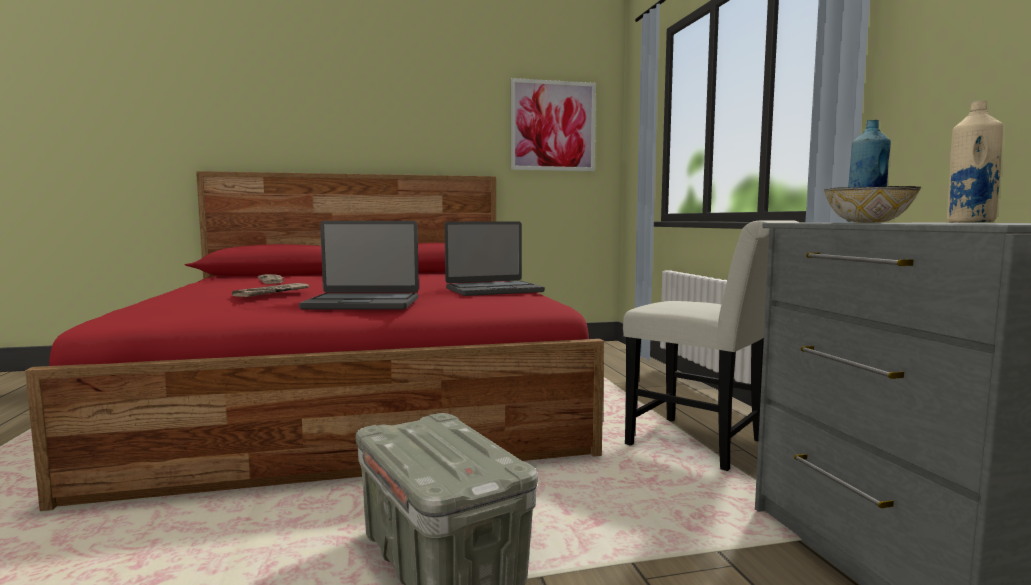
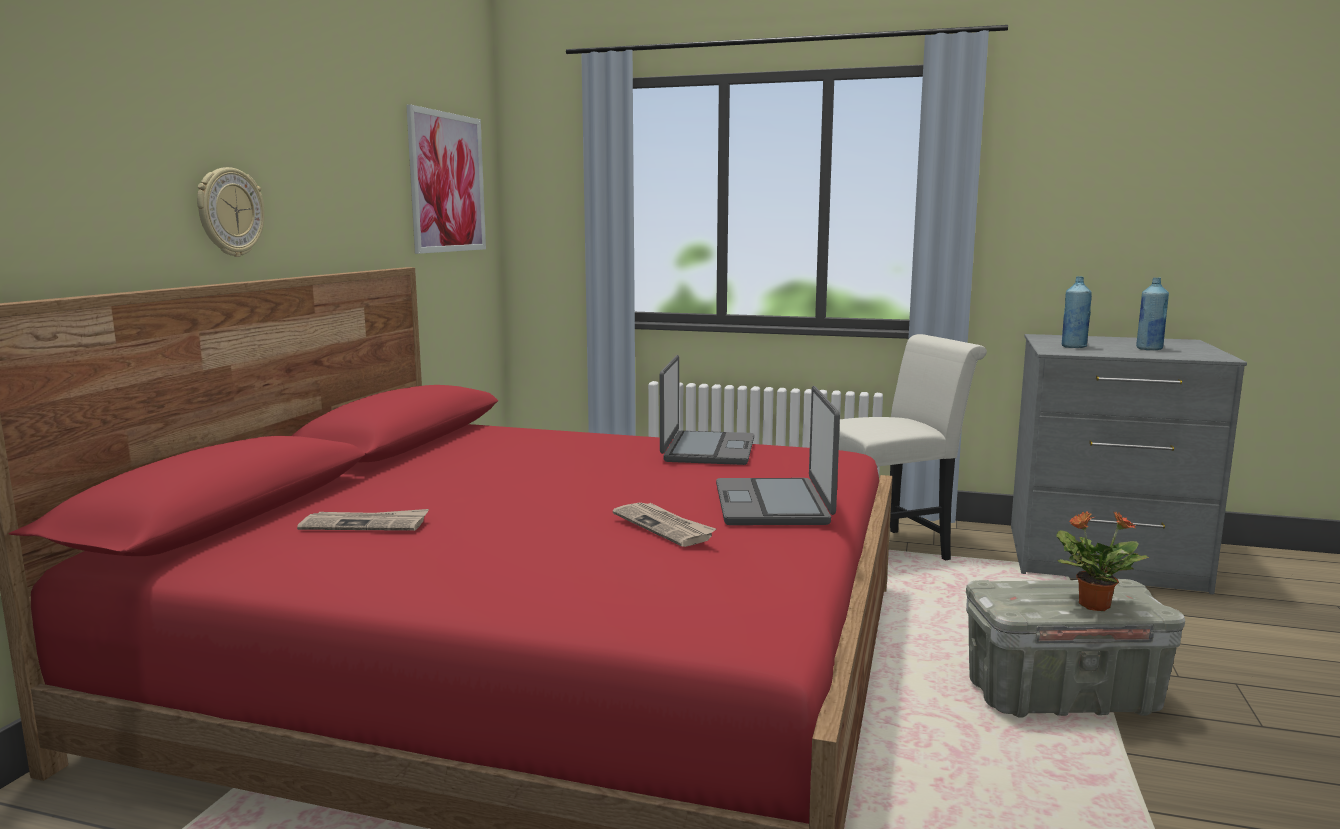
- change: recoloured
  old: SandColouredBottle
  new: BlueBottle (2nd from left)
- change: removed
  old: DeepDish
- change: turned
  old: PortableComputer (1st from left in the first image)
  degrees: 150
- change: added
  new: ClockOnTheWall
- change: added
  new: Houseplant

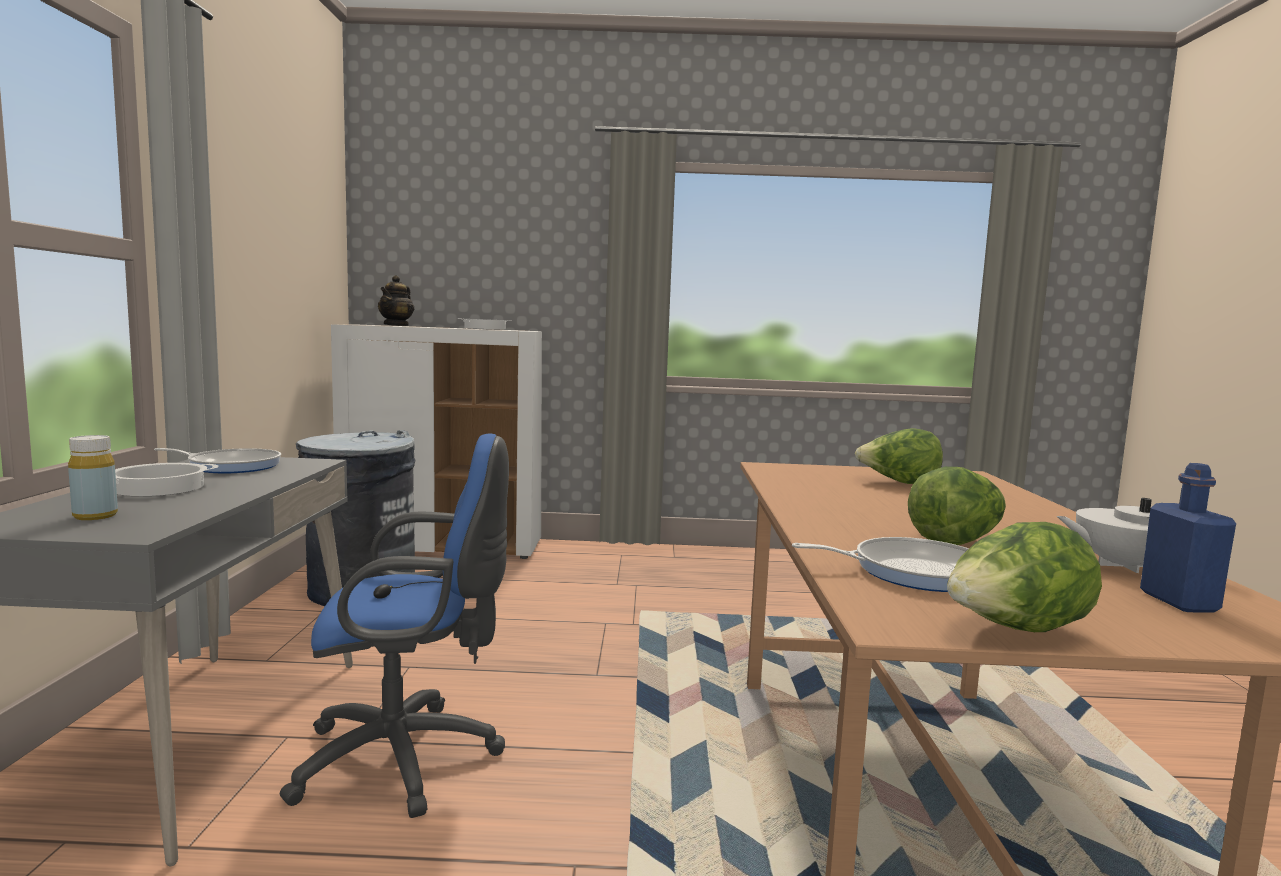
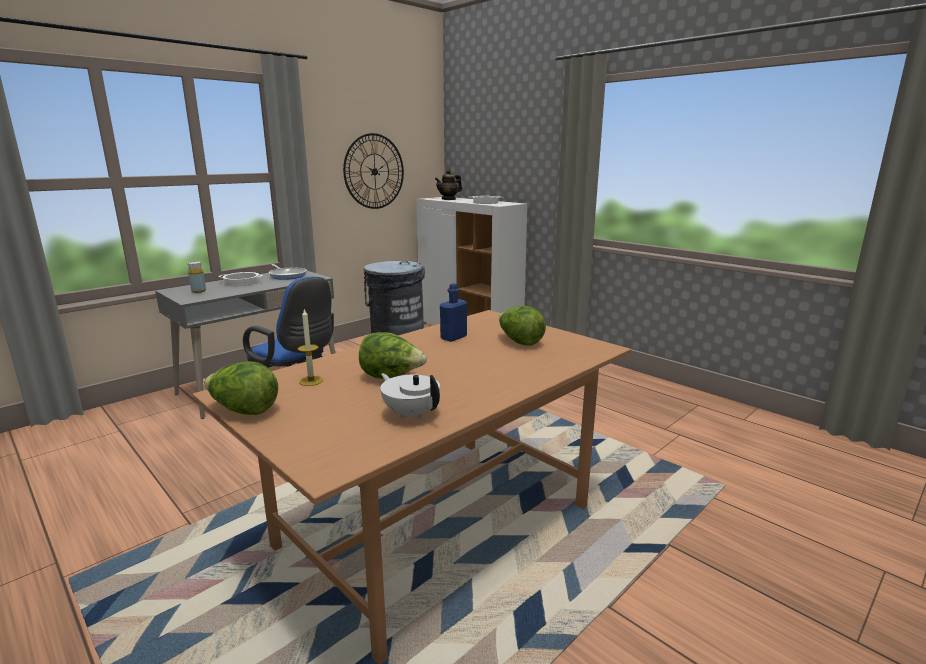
- change: moved
  old: BlueBottle
- change: replaced
  old: FryingPan (2nd from left)
  new: WaxLight
- change: added
  new: ClockOnTheWall

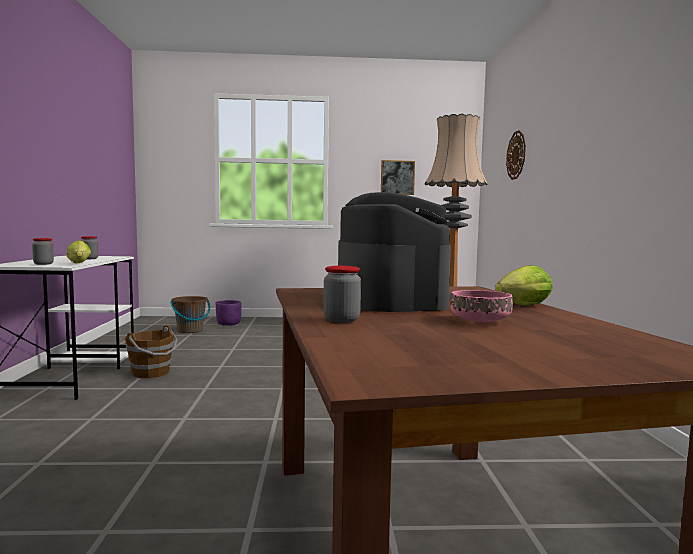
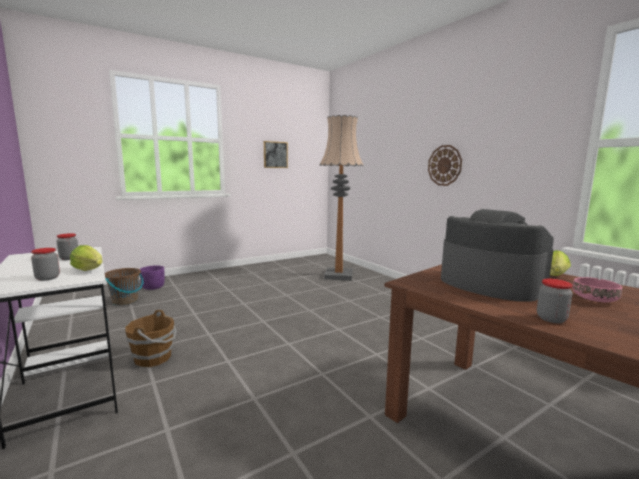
- change: moved
  old: ClockOnTheWall

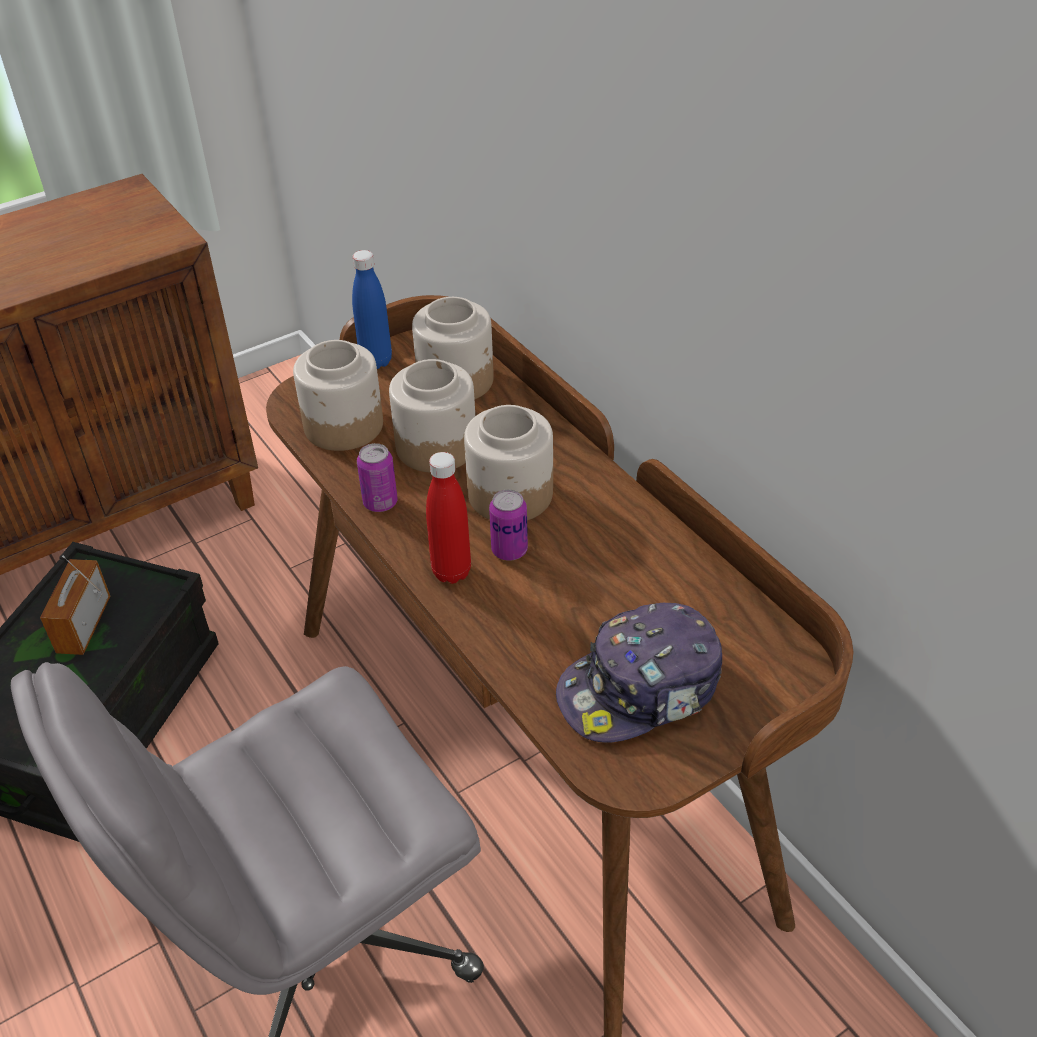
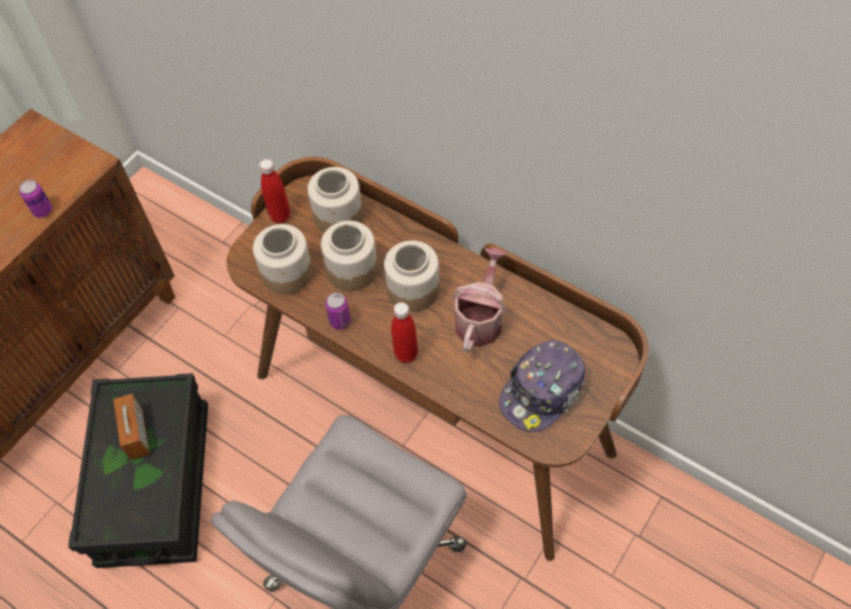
- change: recoloured
  old: BlueBottle
  new: ReddishBottle (1st from left)
- change: moved
  old: MetalCan (2nd from left in the first image)
  new: MetalCan (1st from left)
- change: added
  new: WateringPot

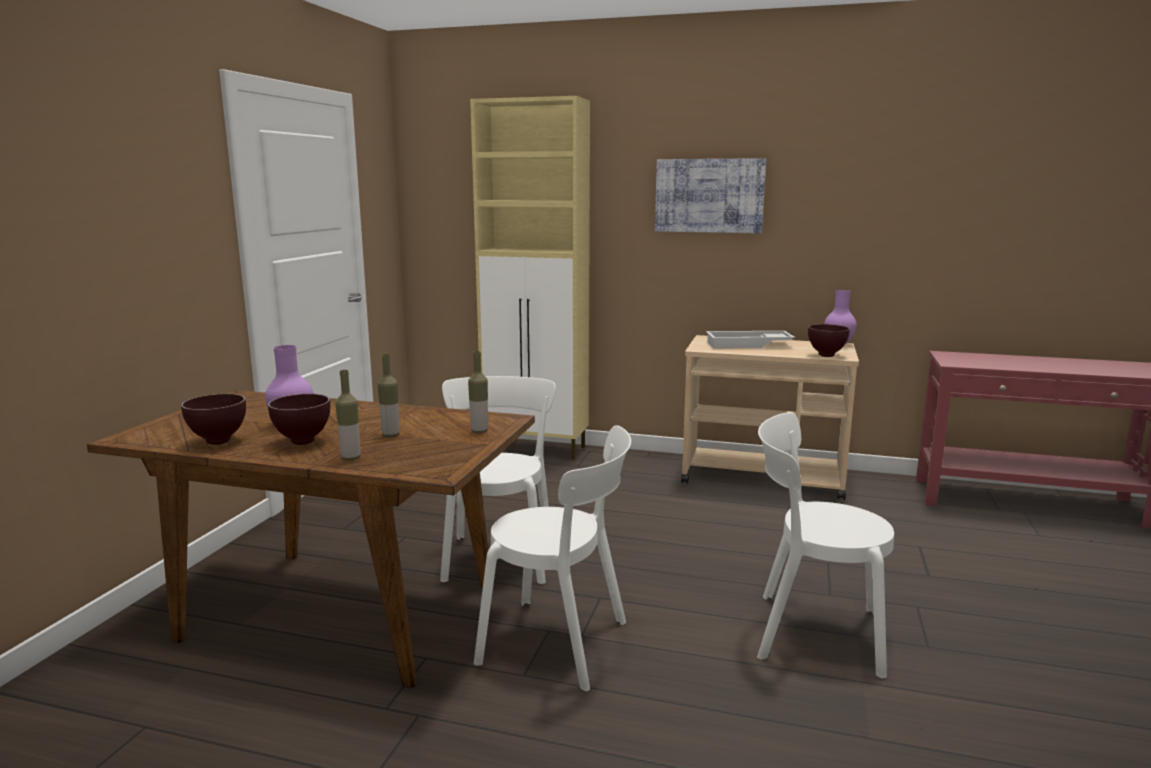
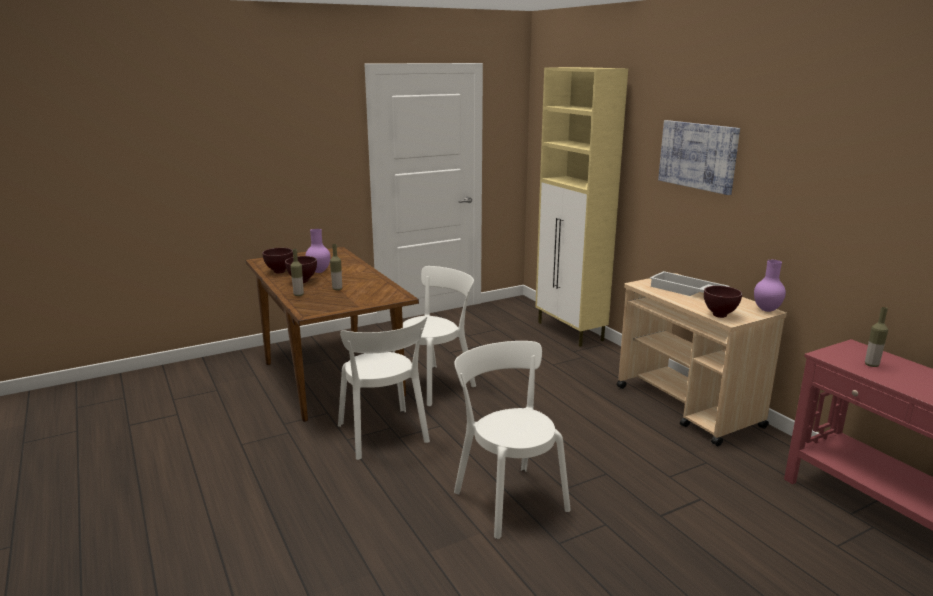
- change: moved
  old: Bottle (3rd from left)

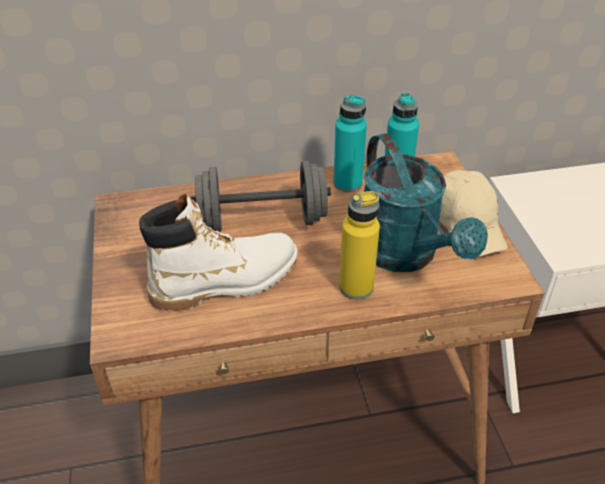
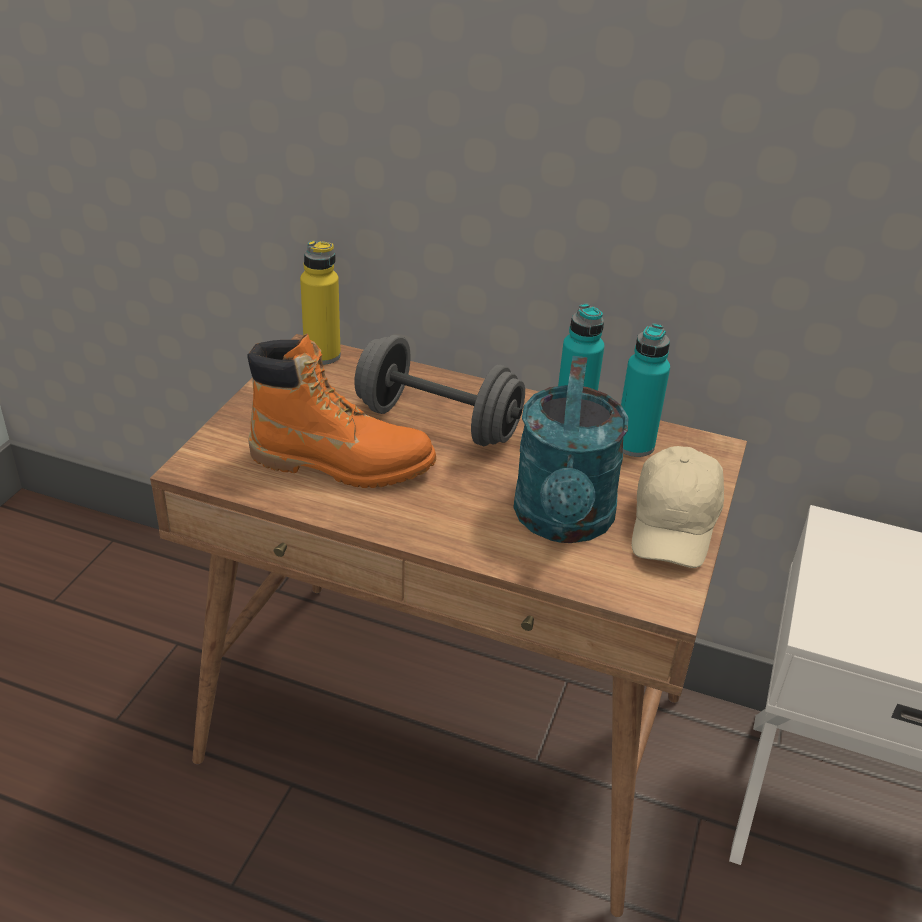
- change: moved
  old: YellowBottle
- change: recoloured
  old: WhiteTallBoot
  new: OrangeColouredTallBoot

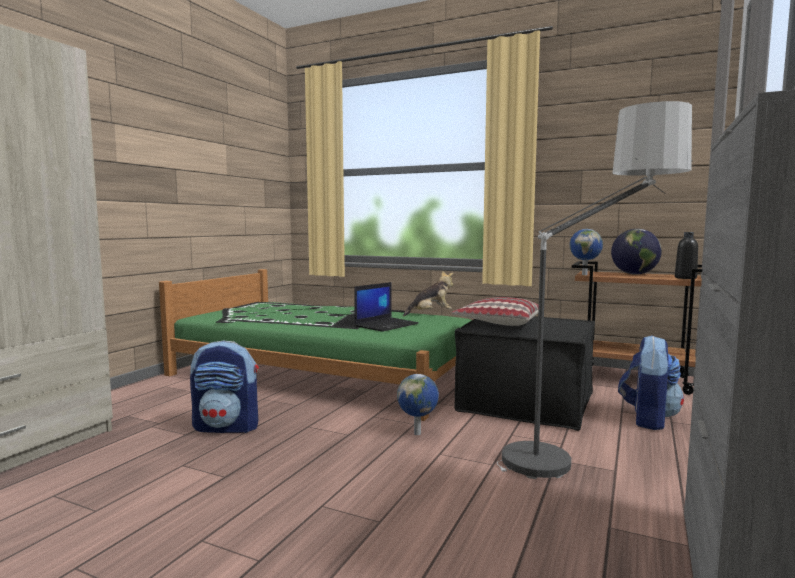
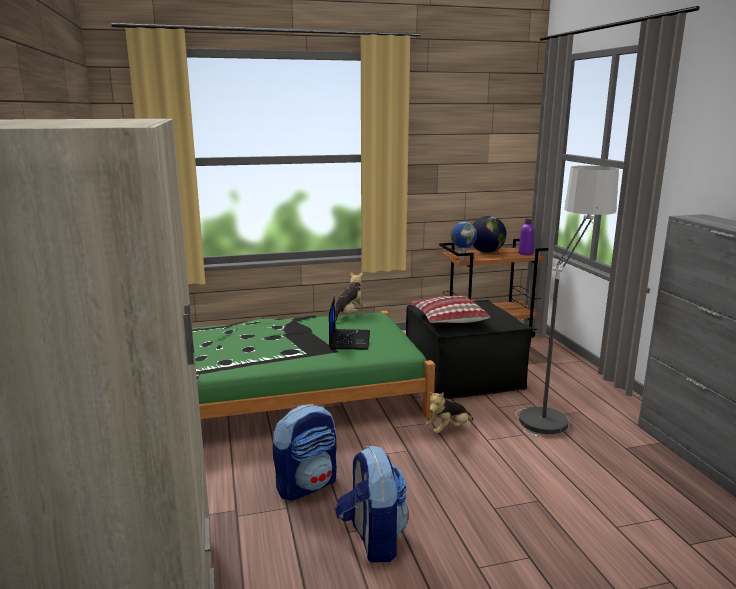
- change: recoloured
  old: BlackBottle
  new: PurplishBottle
- change: moved
  old: Knapsack (2nd from left)
- change: replaced
  old: WorldGlobe (1st from left)
  new: PlushToy (2nd from left)

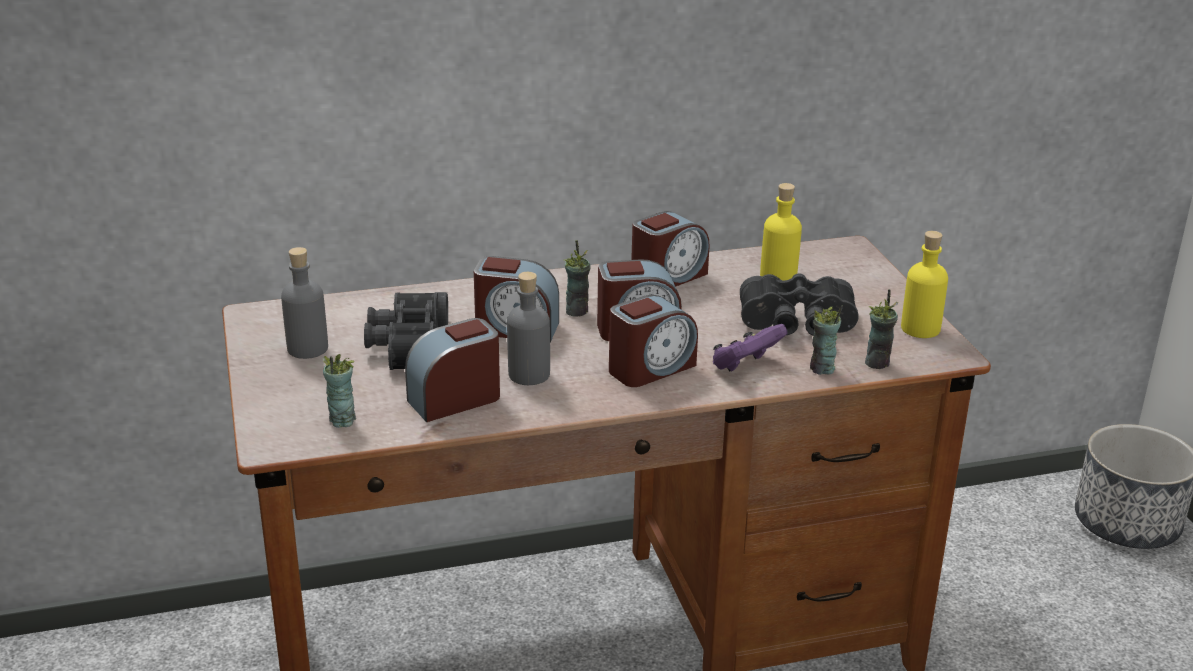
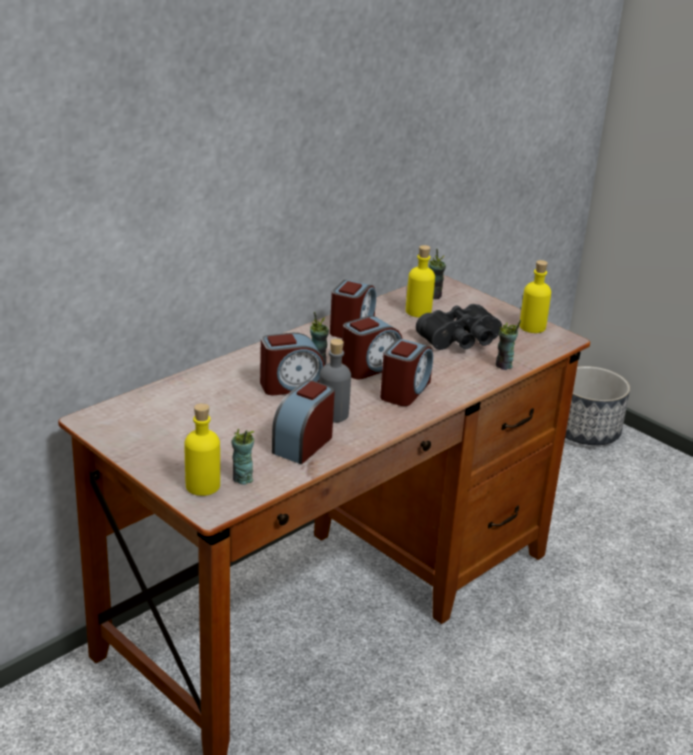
- change: removed
  old: GrayBottle (1st from left)
- change: moved
  old: Cup (4th from left in the first image)
  new: Cup (3rd from left)
- change: removed
  old: BlackPairOfBinoculars (1st from left)
- change: removed
  old: PurplishGameController
- change: added
  new: YellowBottle (1st from left)

